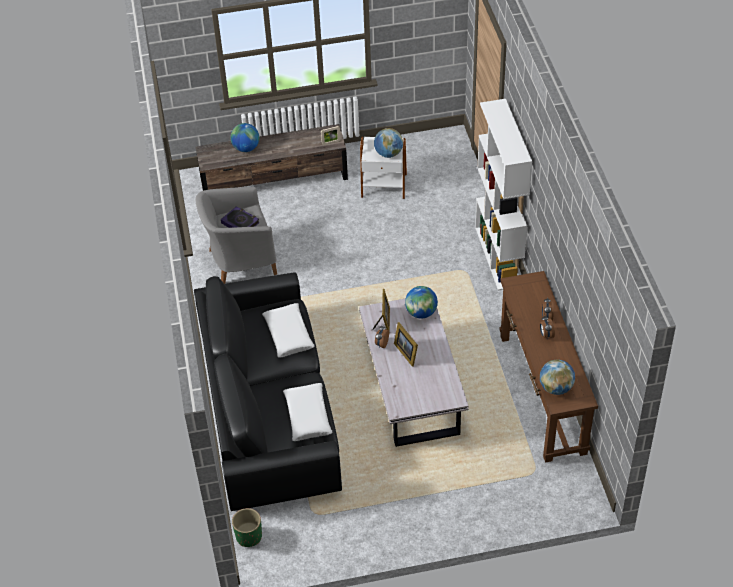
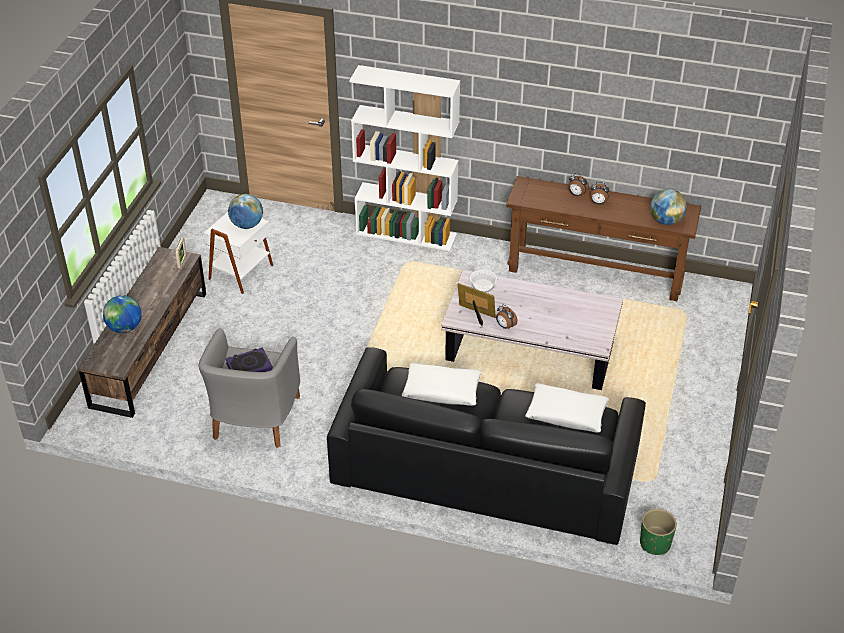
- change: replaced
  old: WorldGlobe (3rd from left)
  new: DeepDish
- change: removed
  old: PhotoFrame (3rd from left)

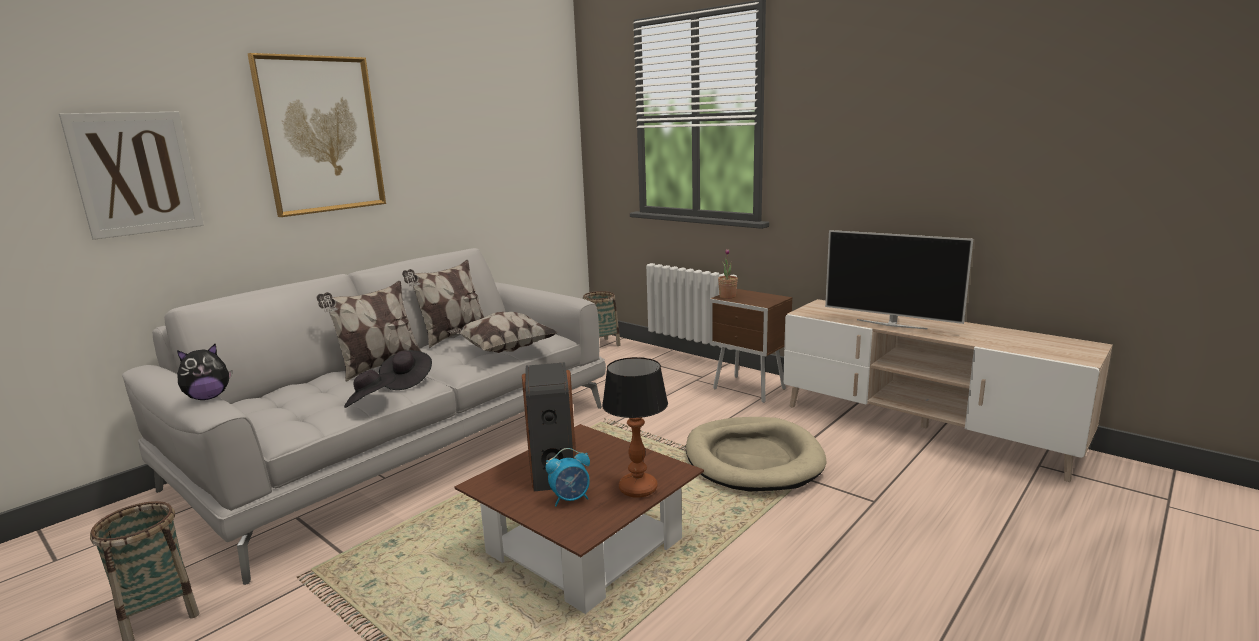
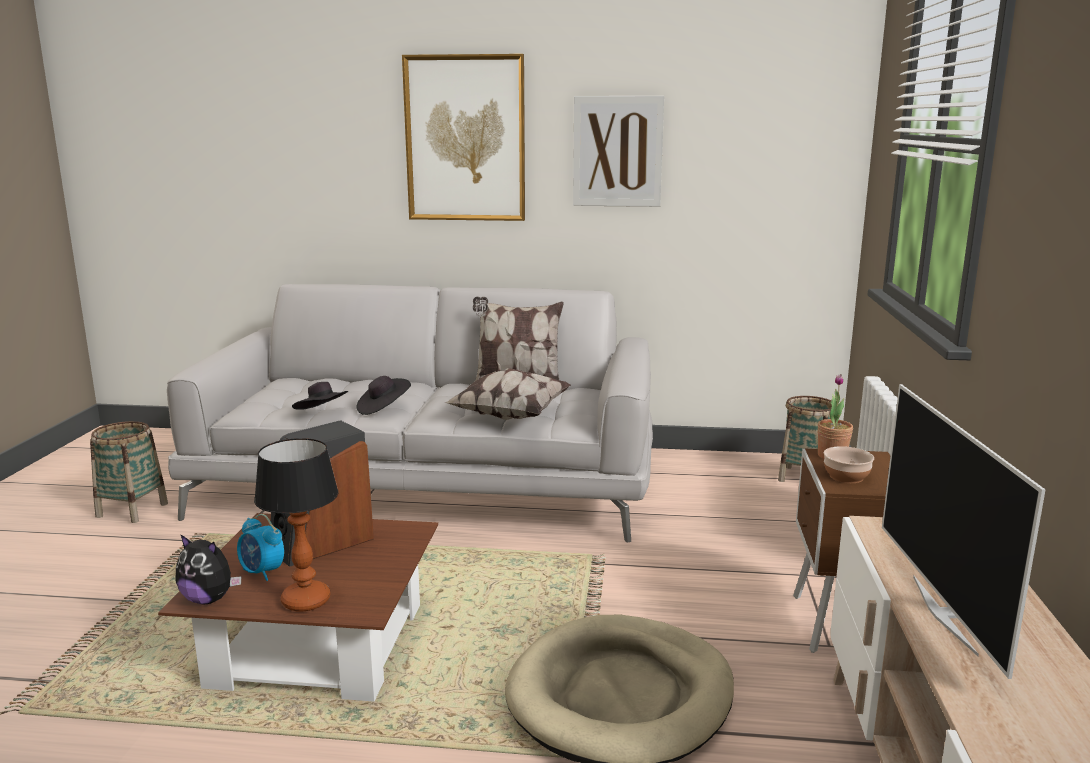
- change: moved
  old: WallArt (1st from left in the first image)
  new: WallArt (2nd from left)
- change: removed
  old: Cushion (1st from left)
- change: moved
  old: PlushToy
- change: added
  new: DeepDish

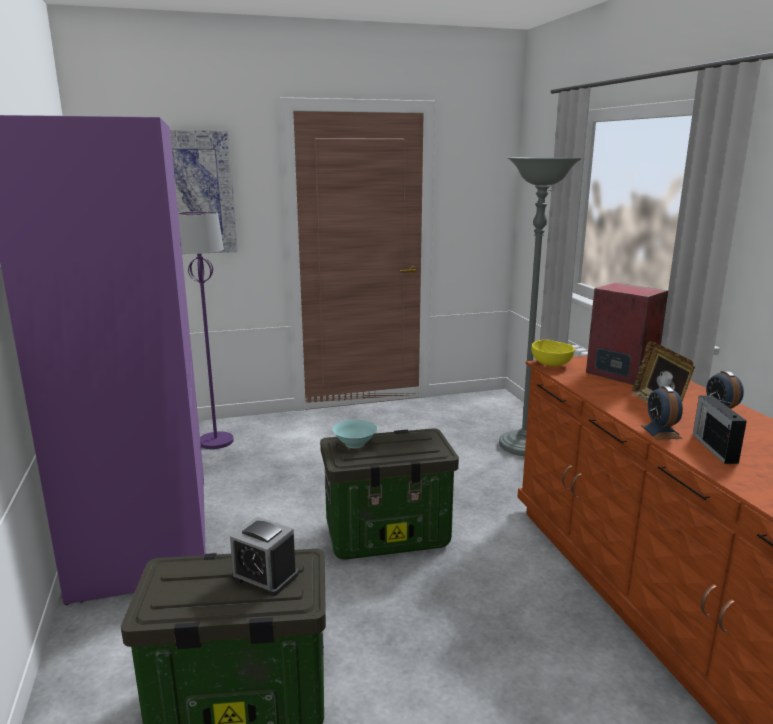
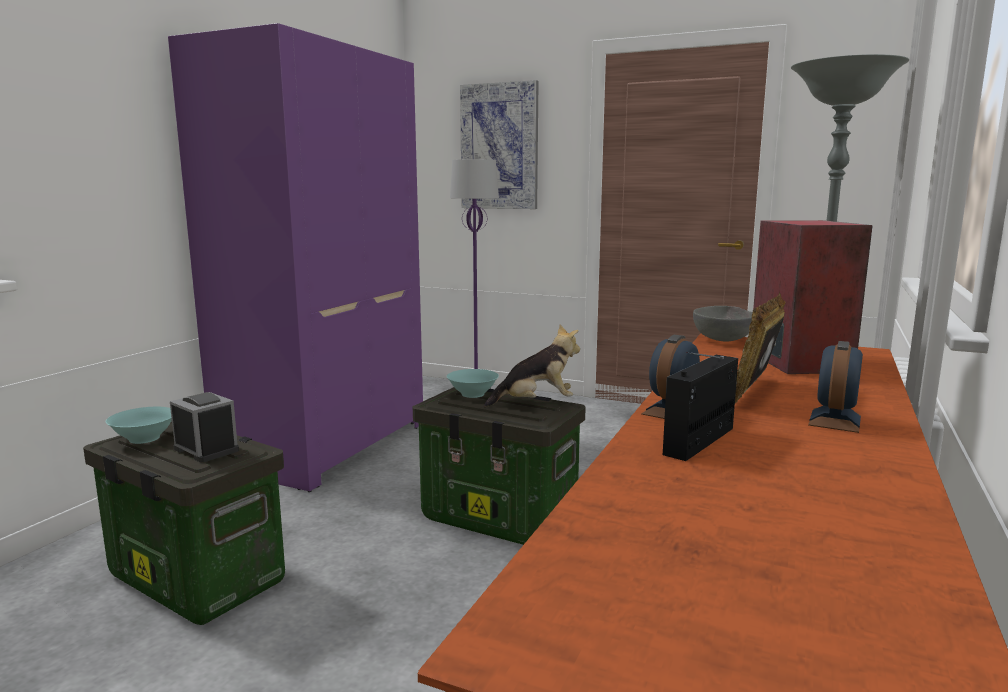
- change: recoloured
  old: YellowDeepDish
  new: GrayDeepDish
- change: turned
  old: AlarmClock (1st from left)
  degrees: 150
- change: added
  new: PlushToy
- change: added
  new: TurquoiseColouredDeepDish (1st from left)

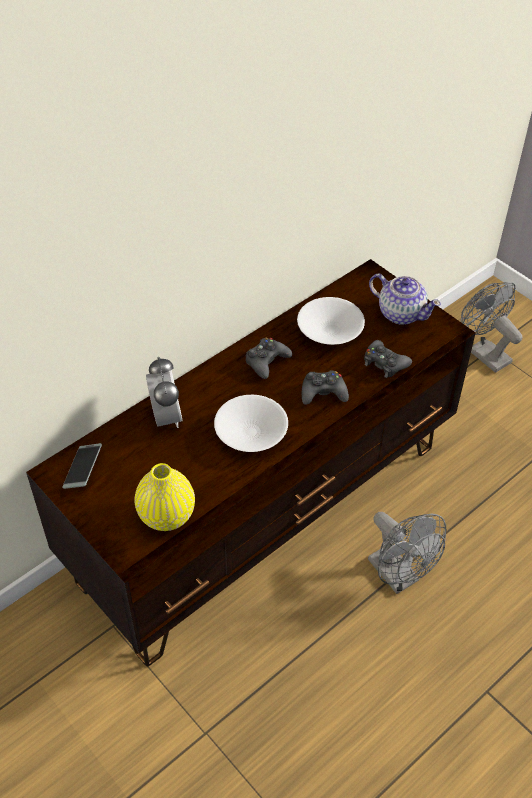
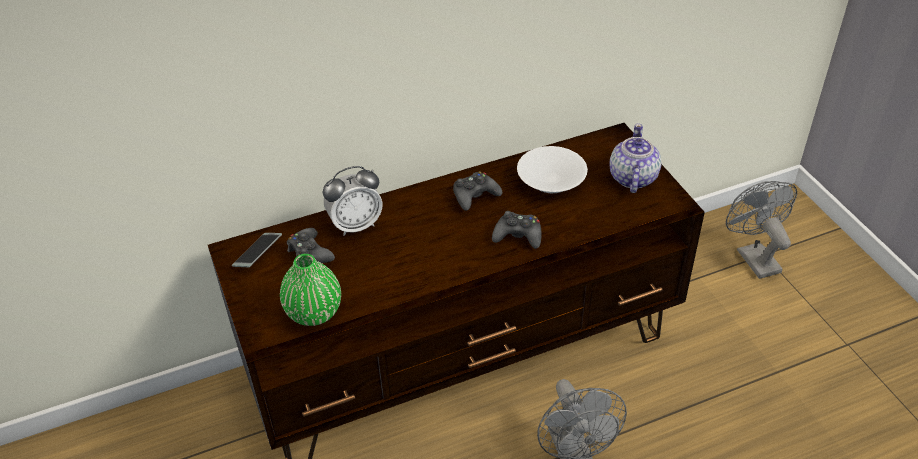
- change: turned
  old: TeaPot
  degrees: -135
- change: moved
  old: BlackGameController (3rd from left in the first image)
  new: BlackGameController (1st from left)
- change: turned
  old: AlarmClock
  degrees: 60
- change: removed
  old: WhiteDeepDish (1st from left)
- change: recoloured
  old: YellowVase
  new: GreenishVase

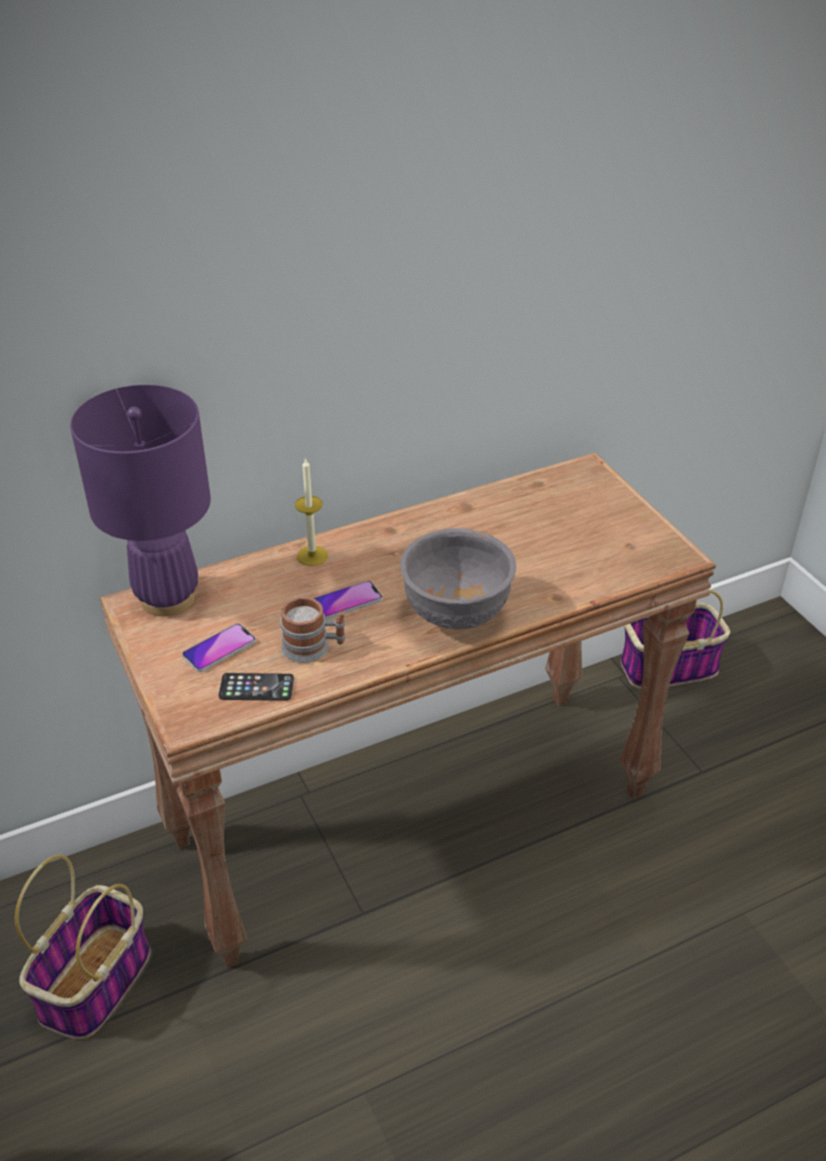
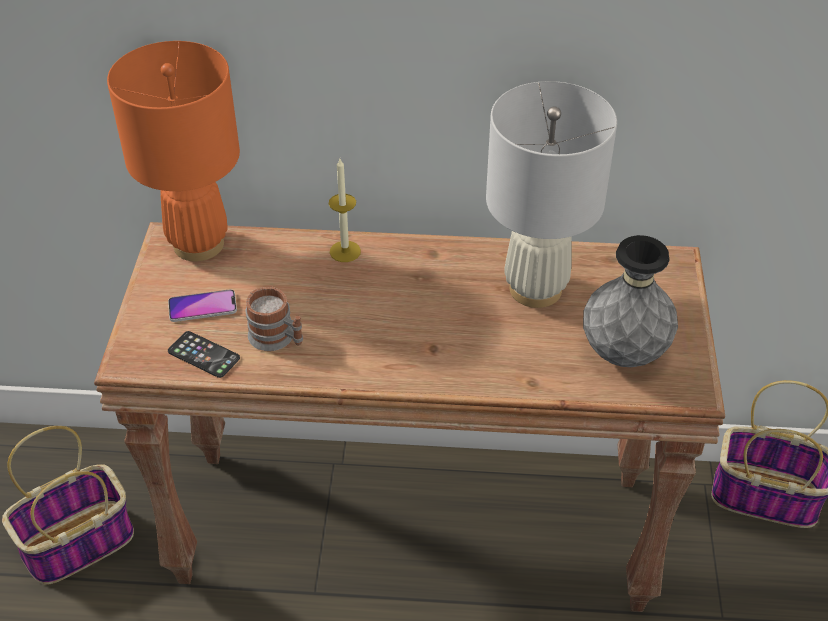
- change: recoloured
  old: PurplishLampForATable
  new: OrangeColouredLampForATable
- change: removed
  old: GrayDeepDish
- change: removed
  old: Handset (3rd from left)
- change: added
  new: WhiteLampForATable
- change: added
  new: GrayVase

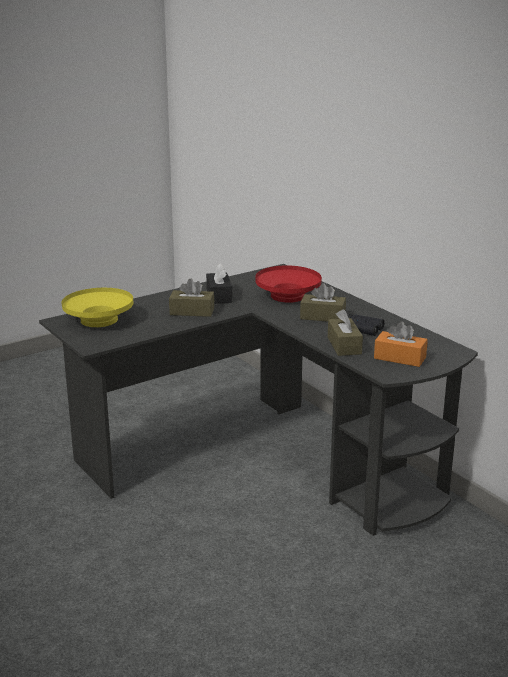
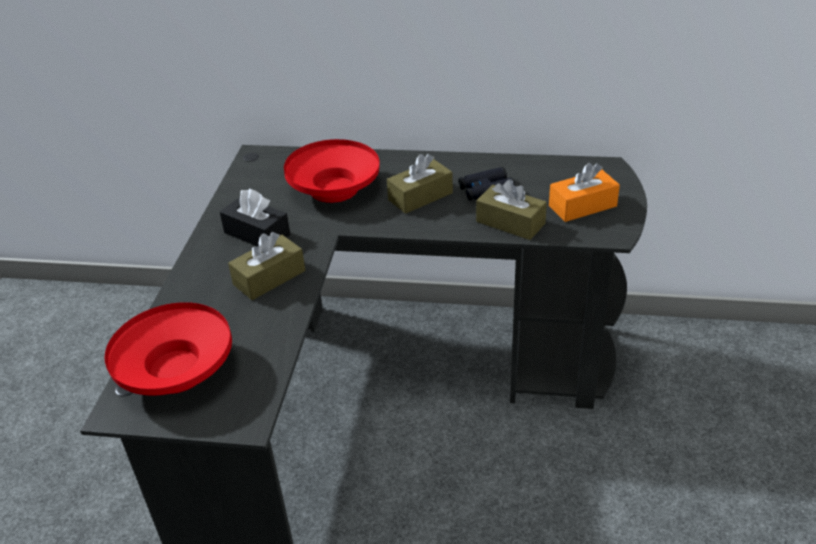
- change: recoloured
  old: YellowDeepDish
  new: ReddishDeepDish (1st from left)

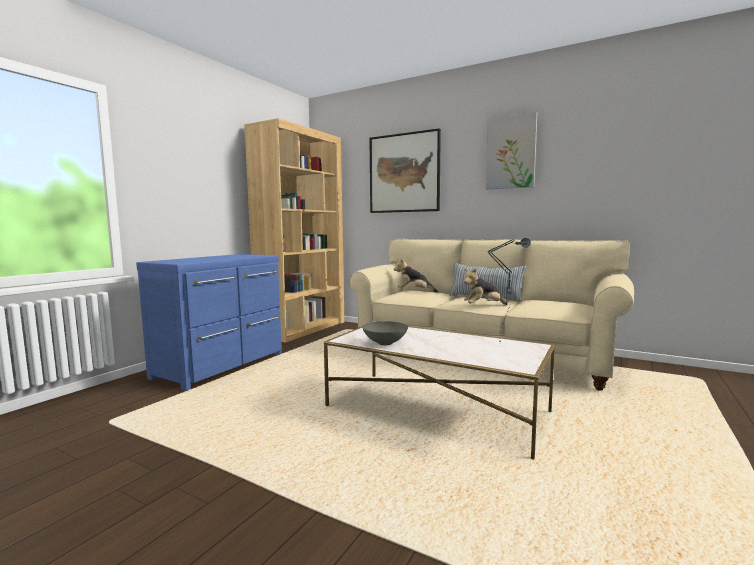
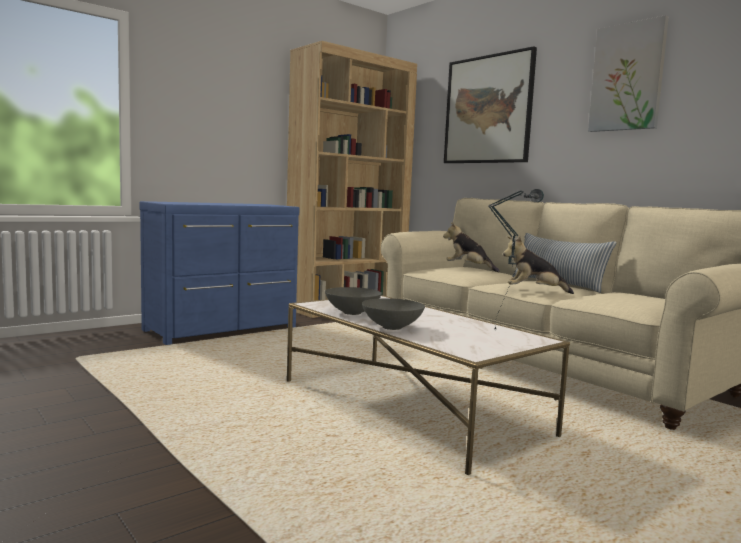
- change: added
  new: GrayDeepDish (2nd from left)

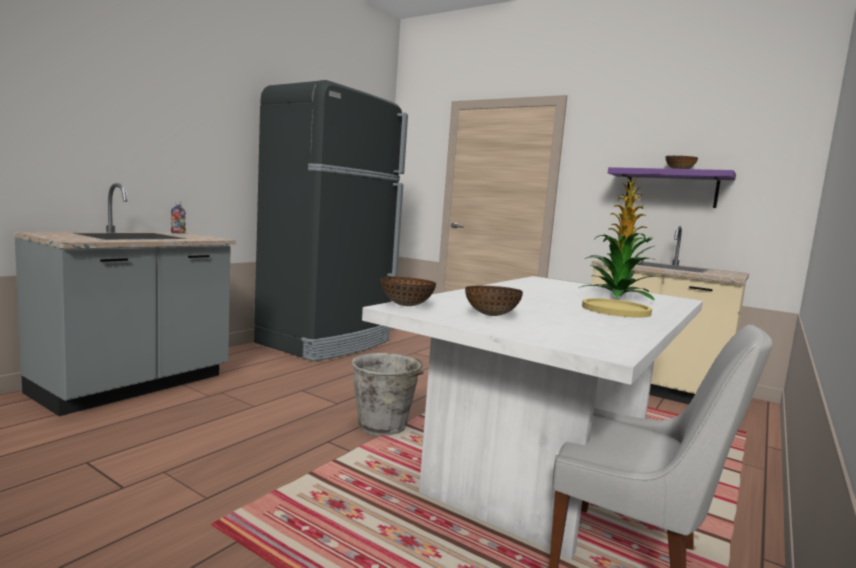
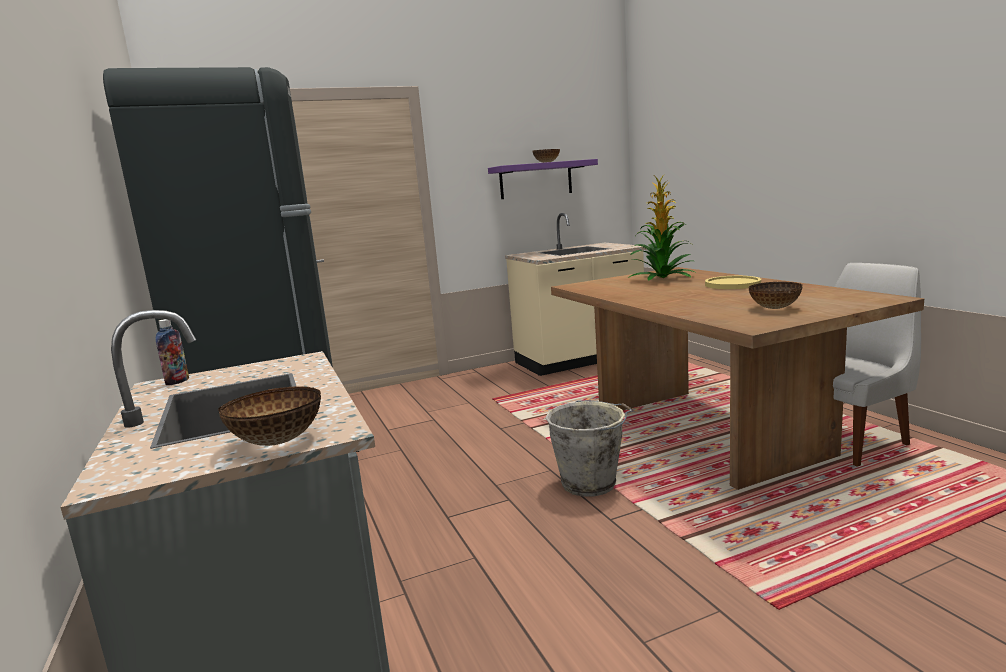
- change: recoloured
  old: WhiteDiningTable
  new: BrownDiningTable
- change: moved
  old: DeepDish (1st from left)

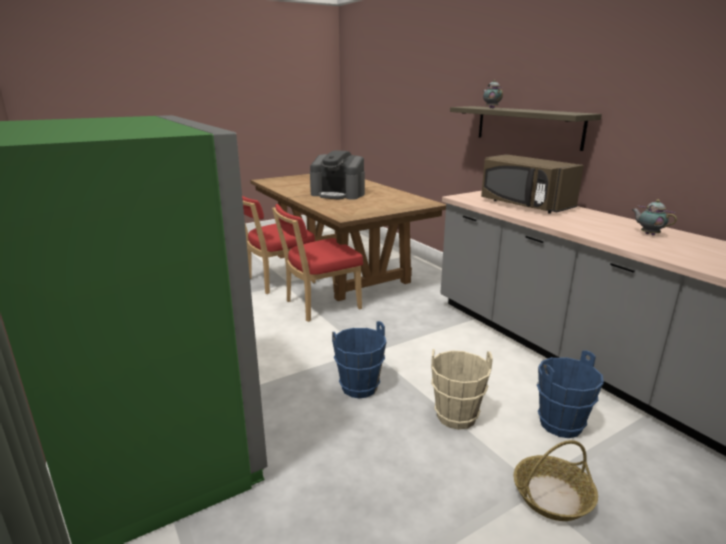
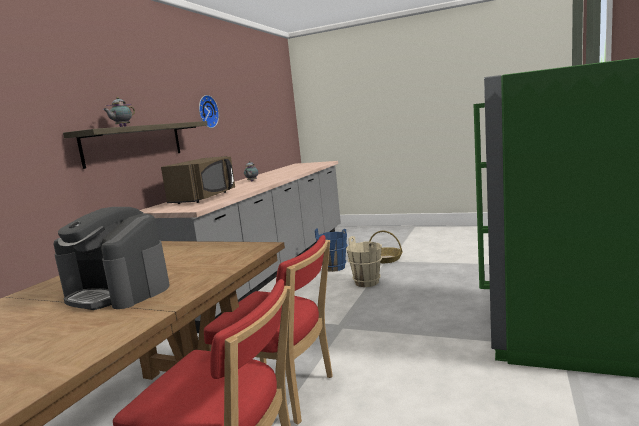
- change: turned
  old: CoffeeMaker
  degrees: 135
- change: removed
  old: BluePail (1st from left)
- change: added
  new: ClockOnTheWall

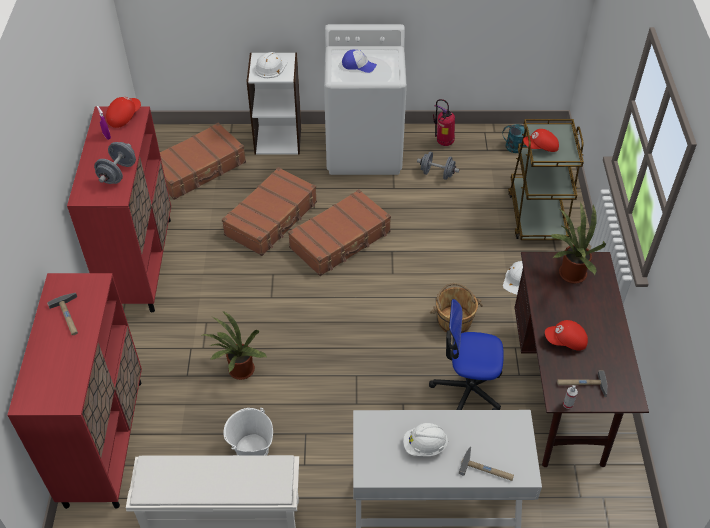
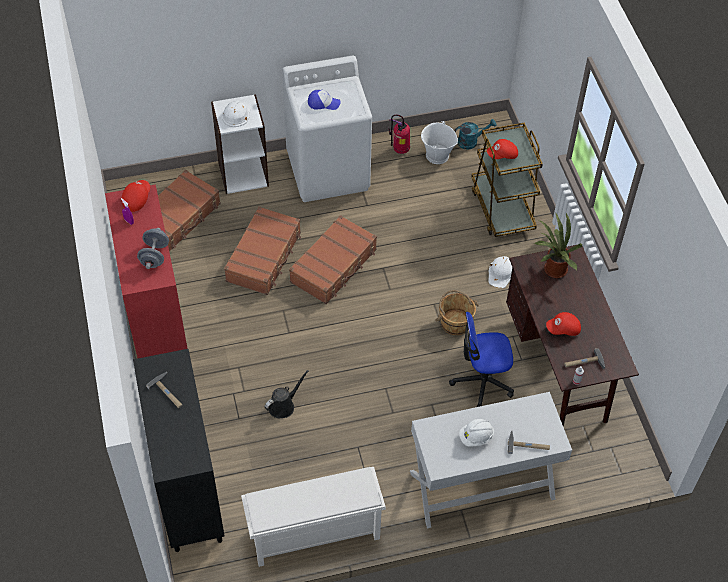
- change: removed
  old: GrayDumbbell (2nd from left)
- change: recoloured
  old: ReddishStorageCabinet (1st from left)
  new: BlackStorageCabinet
- change: replaced
  old: Houseplant (1st from left)
  new: BlackWateringPot
- change: moved
  old: WhitePail

